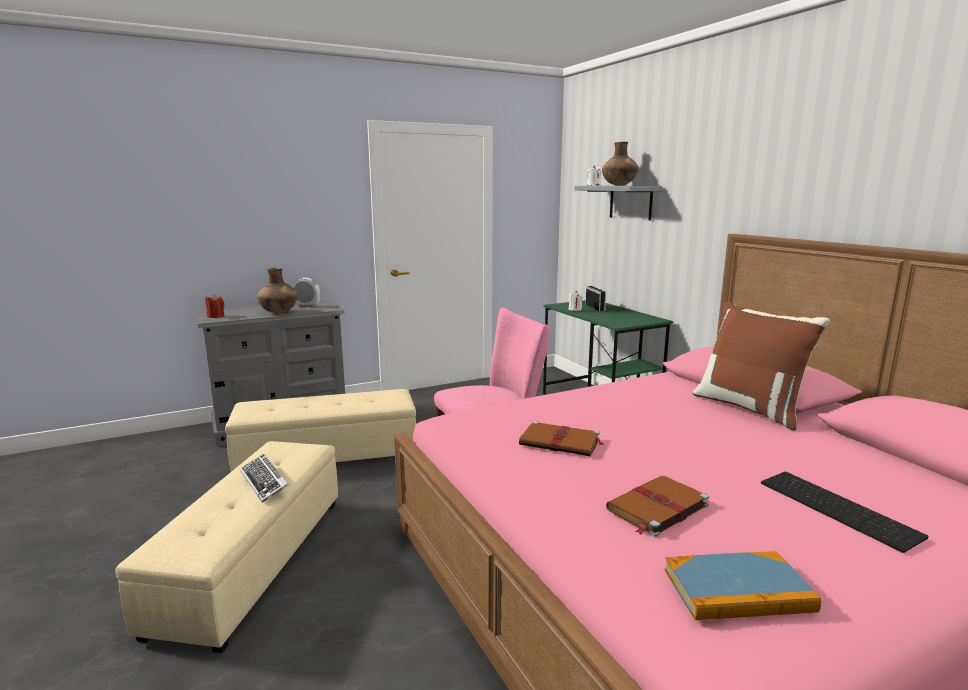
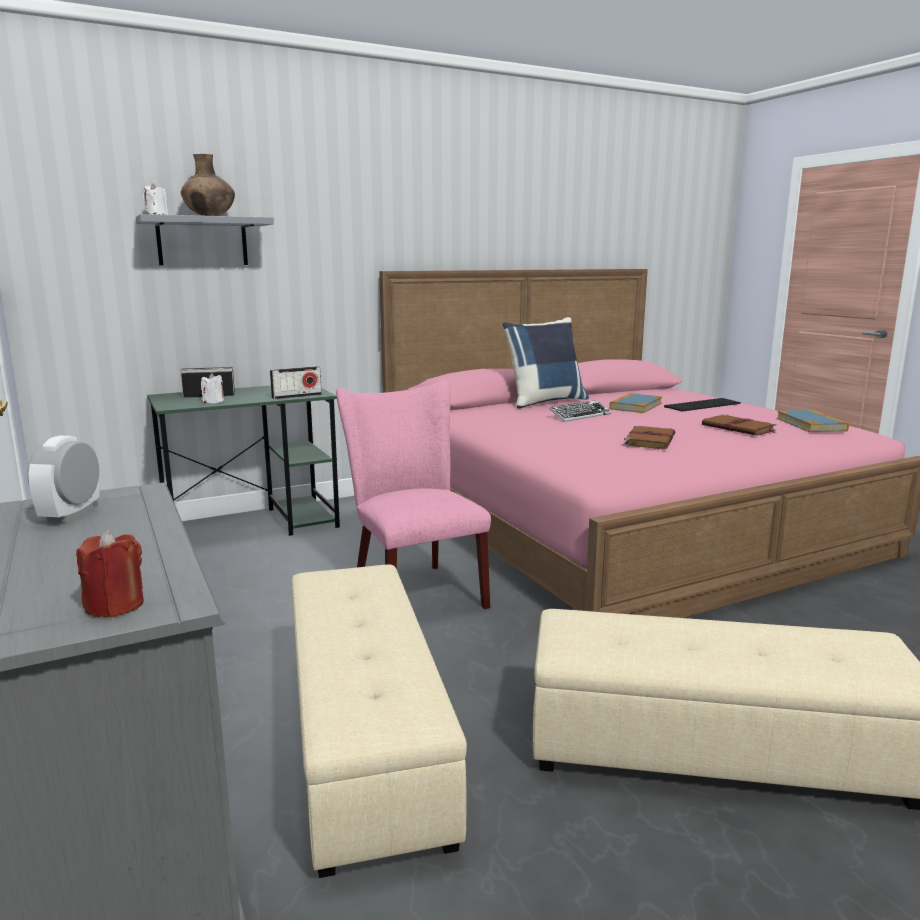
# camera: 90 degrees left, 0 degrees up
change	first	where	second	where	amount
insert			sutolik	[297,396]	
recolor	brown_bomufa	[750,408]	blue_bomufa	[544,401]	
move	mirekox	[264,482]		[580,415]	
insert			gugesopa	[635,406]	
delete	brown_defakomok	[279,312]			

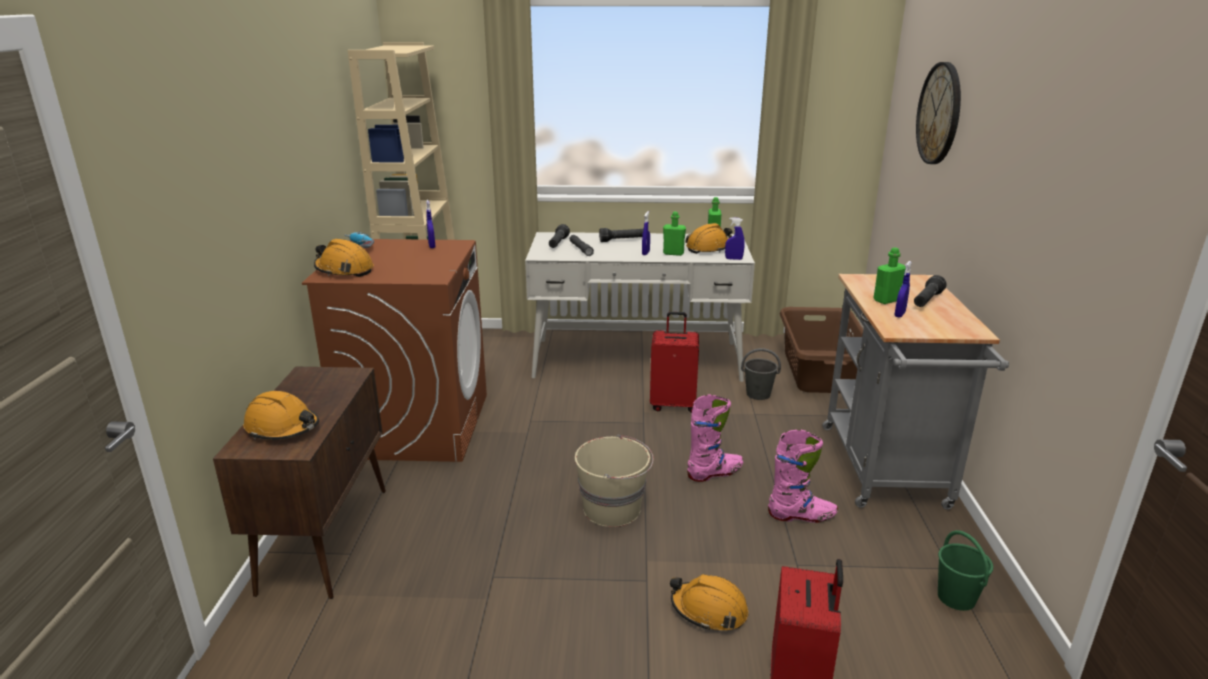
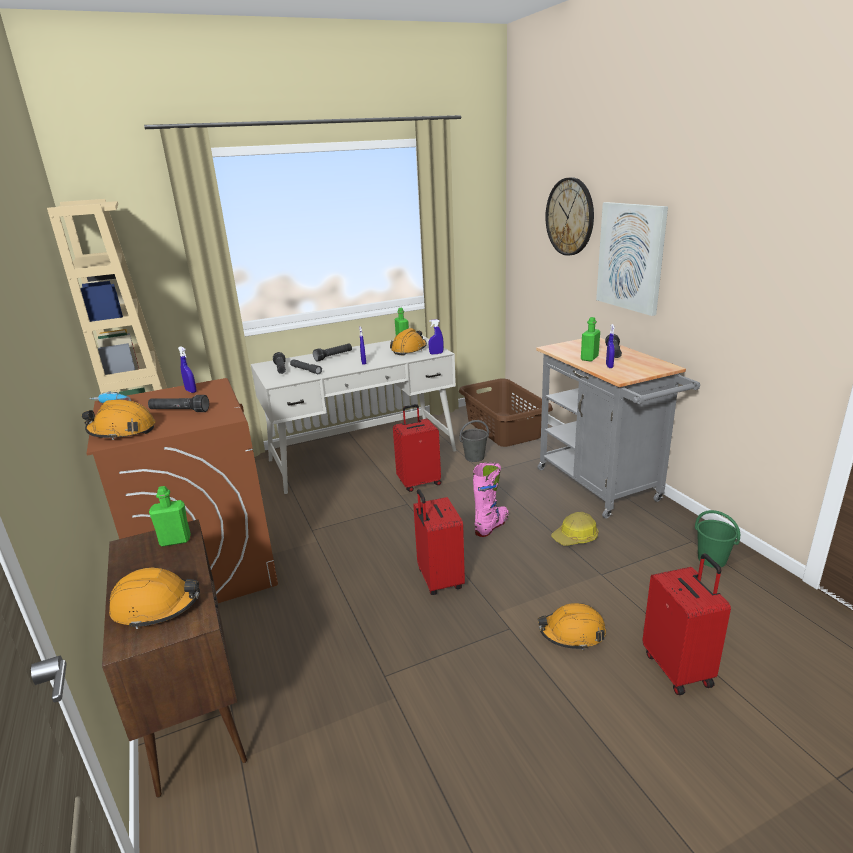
# camera: 25 degrees left, 0 degrees up
change	first	where	second	where	amount
insert			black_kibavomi	[179,411]	
move	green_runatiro	[673,253]		[175,540]	
replace	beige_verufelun	[613,509]	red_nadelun	[438,580]	
replace	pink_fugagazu	[801,516]	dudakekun	[575,537]	
insert			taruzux	[631,257]	

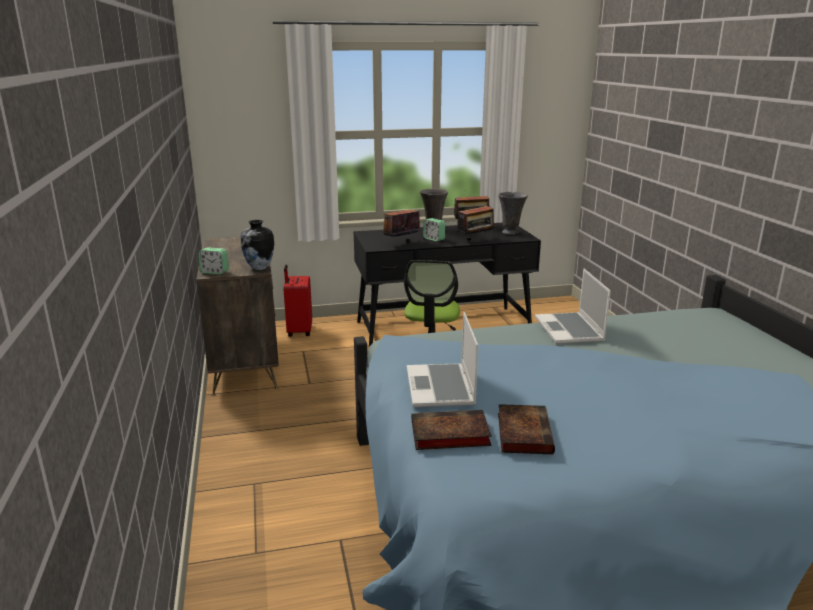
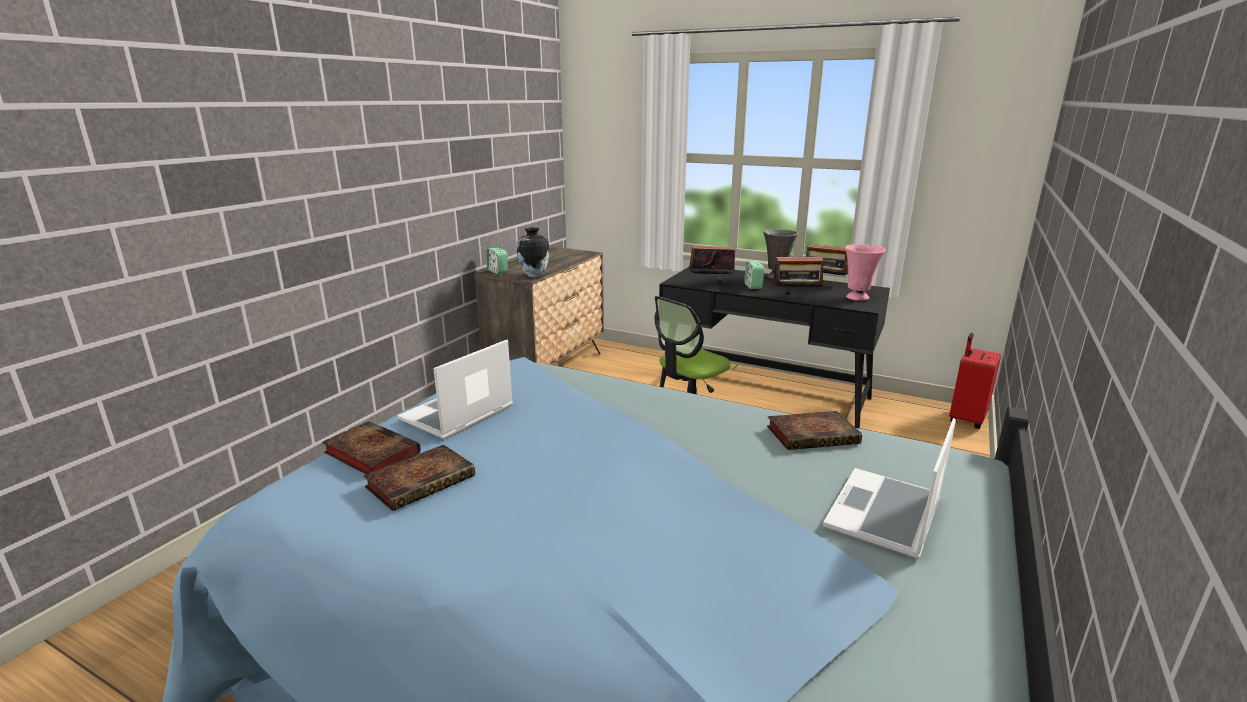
# camera: 40 degrees right, 0 degrees up
change	first	where	second	where	amount
insert			gugesopa	[814,435]	
move	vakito	[570,330]		[885,515]	
recolor	grey_defakomok	[510,232]	pink_defakomok	[858,298]	
move	red_nadelun	[299,331]		[966,419]	

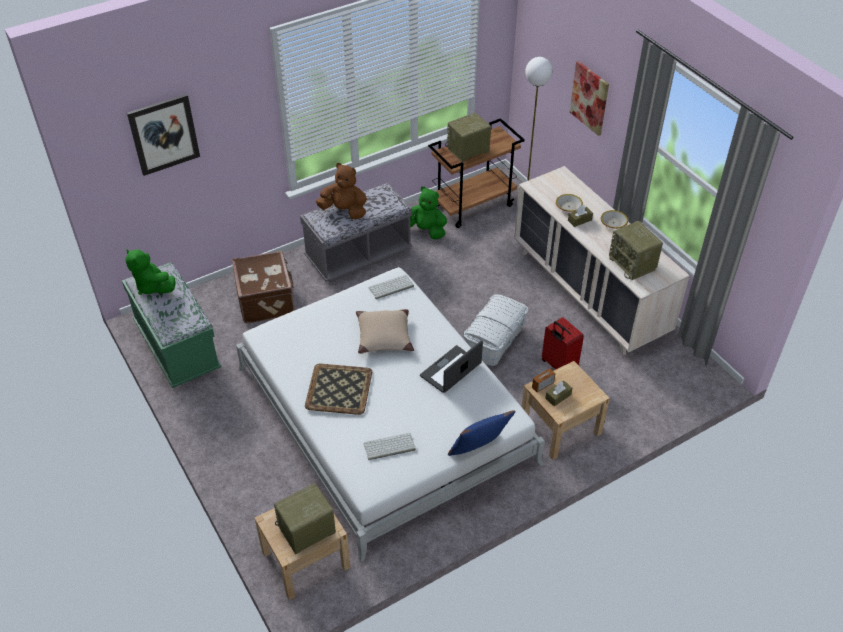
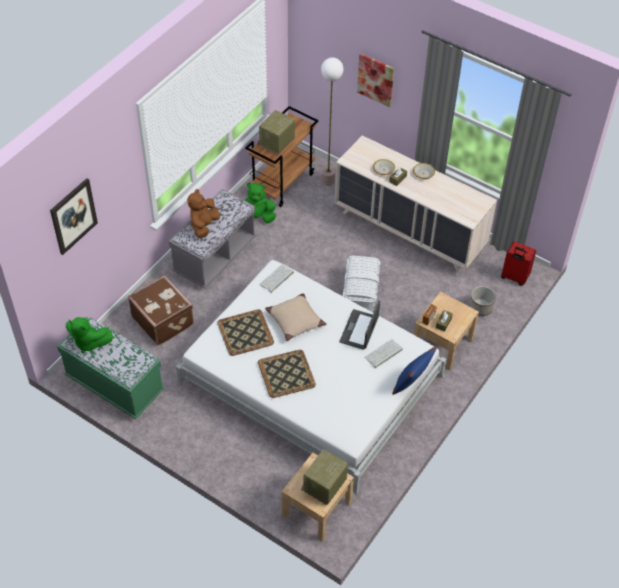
# camera: 25 degrees left, 5 degrees up
change	first	where	second	where	amount
rotate	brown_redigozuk	[344,210]		[204,225]	60 degrees counterclockwise
insert			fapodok	[245,332]	
move	mirekox	[389,447]		[383,354]	
insert			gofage	[480,307]	
move	red_nadelun	[558,365]		[514,277]	
delete	sutolik	[633,264]			

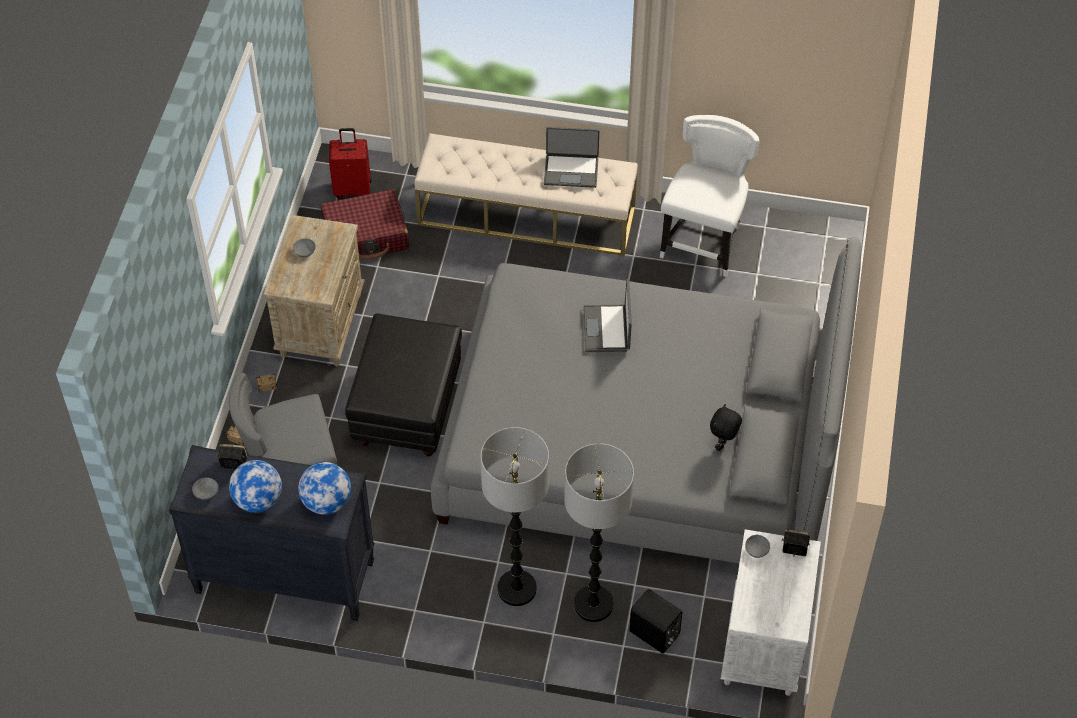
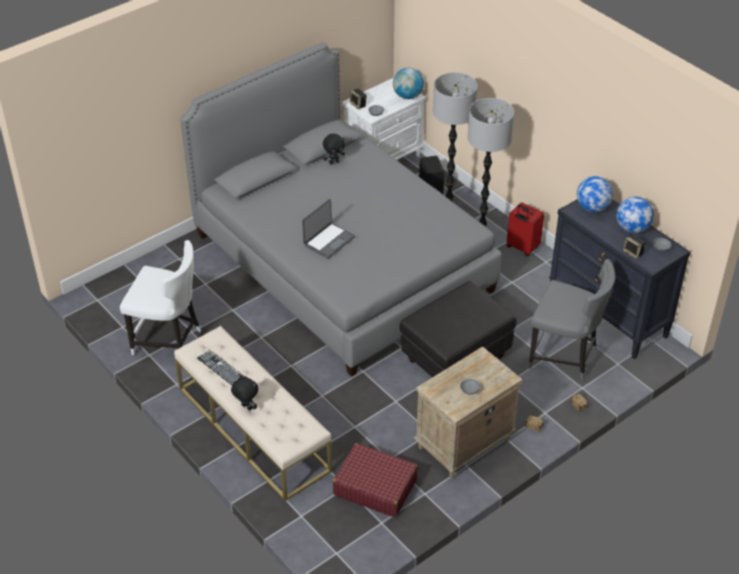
# camera: 140 degrees left, 10 degrees down
change	first	where	second	where	amount
rotate	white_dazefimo	[704,242]		[168,341]	135 degrees counterclockwise
replace	vakito	[571,170]	mirekox	[222,369]	
insert			black_redigozuk	[246,407]	
insert			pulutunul	[408,96]	
move	red_nadelun	[353,189]		[522,248]	

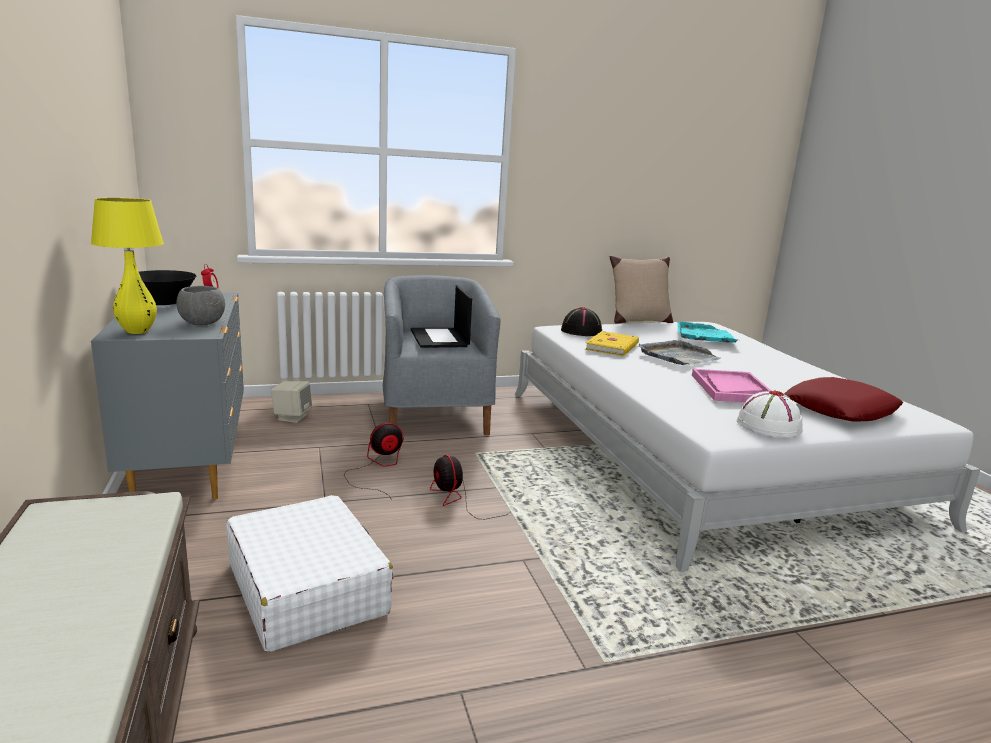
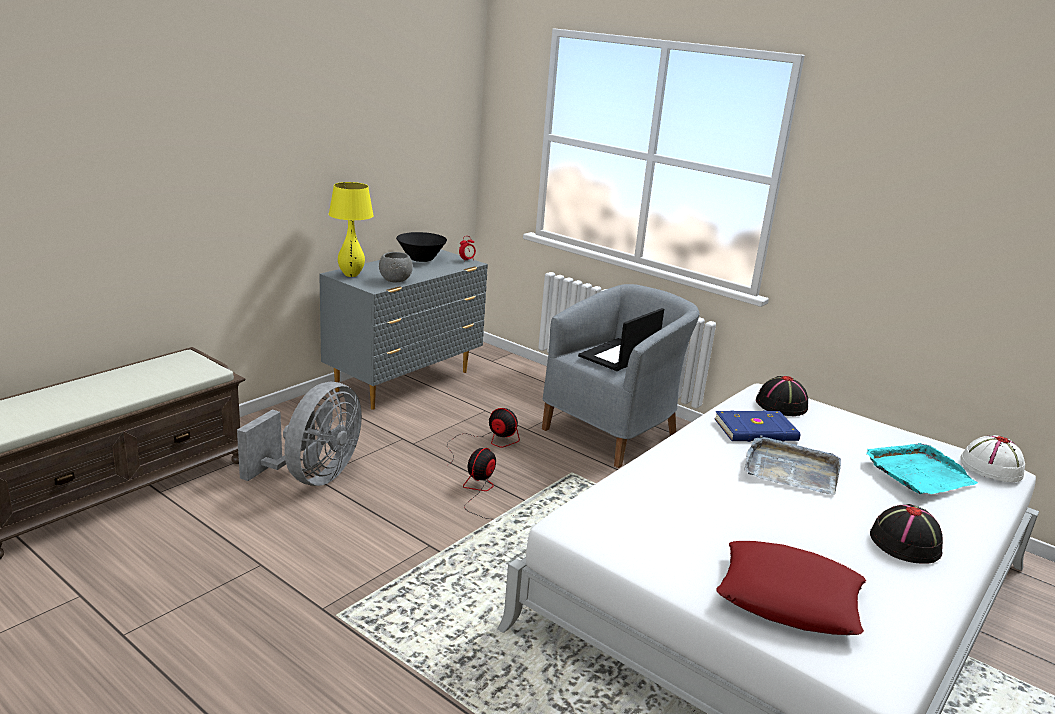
# camera: 55 degrees right, 5 degrees up
change	first	where	second	where	amount
replace	white_nadelun	[307,588]	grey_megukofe	[311,477]	
recolor	yellow_gugesopa	[613,347]	blue_gugesopa	[756,431]	
insert			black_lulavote	[905,542]	
move	white_lulavote	[768,426]		[990,468]	
delete	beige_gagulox	[292,417]			
delete	beige_bomufa	[638,321]			
delete	pink_fapodok	[731,389]			

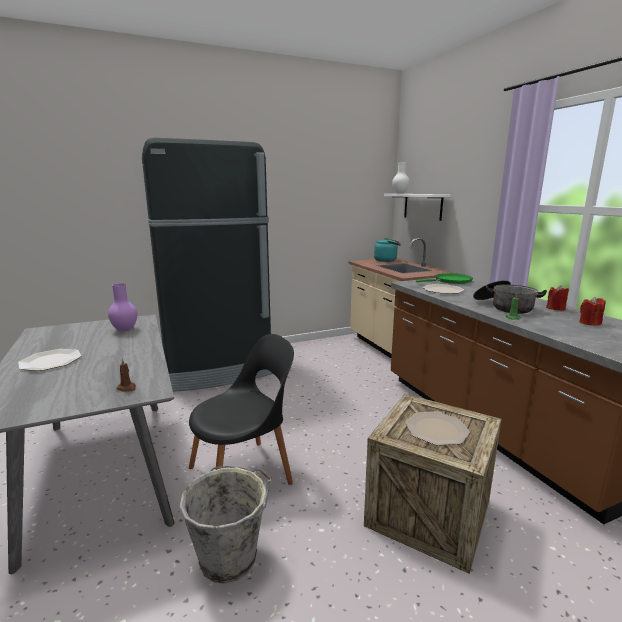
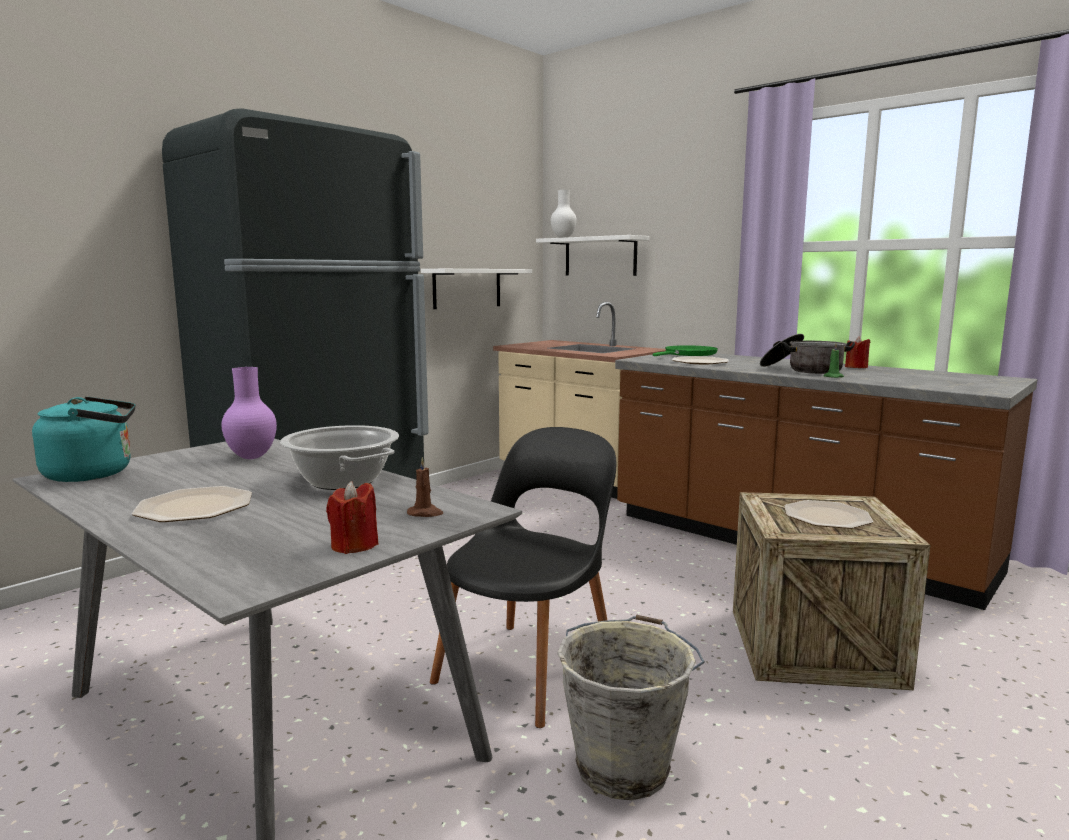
# camera: 25 degrees left, 5 degrees down
change	first	where	second	where	amount
move	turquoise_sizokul	[387,260]		[94,474]	
insert			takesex	[343,481]	
move	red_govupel	[589,323]		[354,545]	
insert			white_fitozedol	[467,288]	

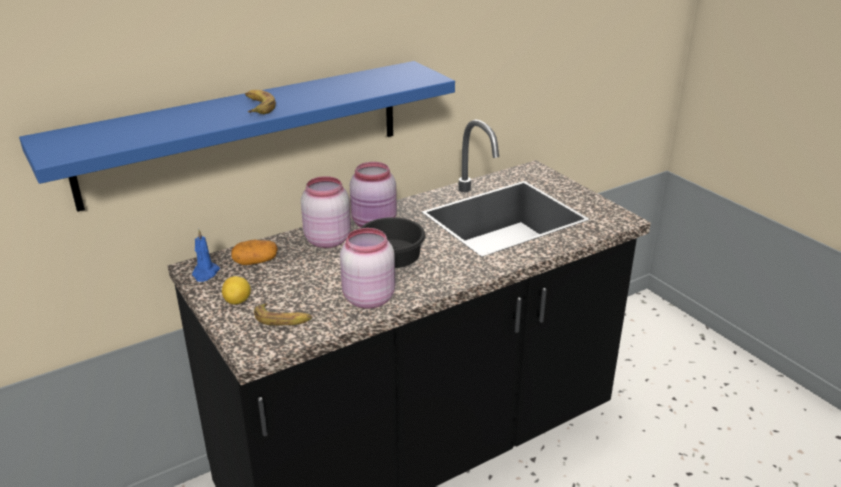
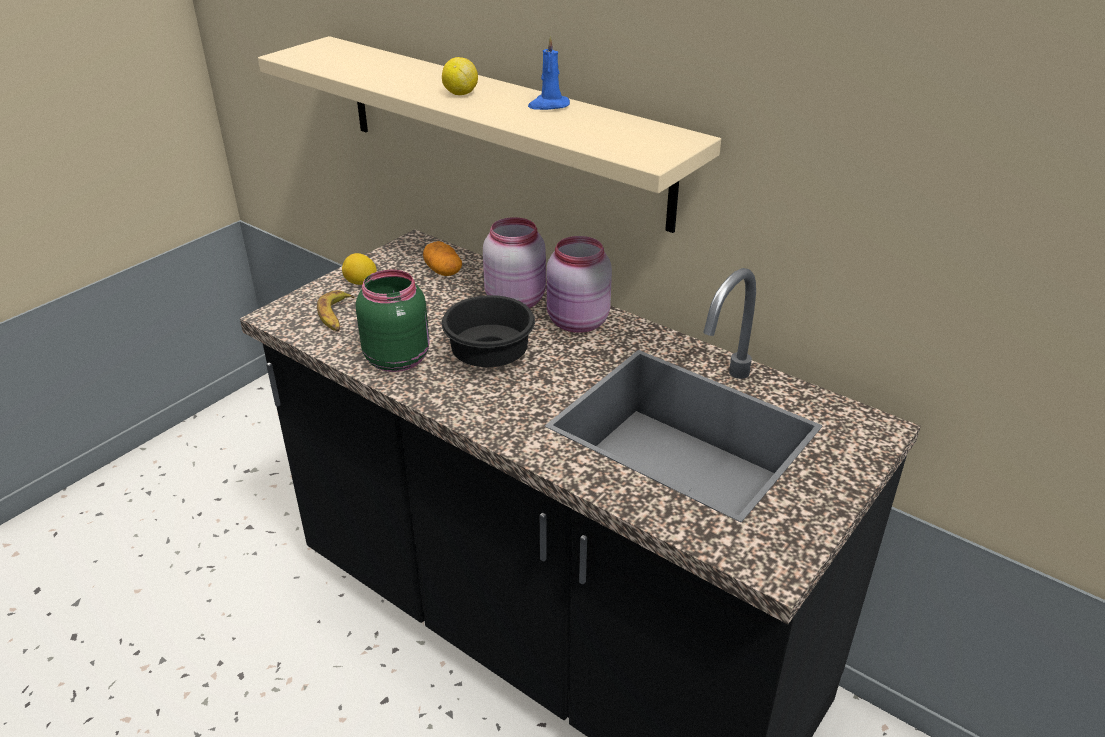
# camera: 70 degrees right, 5 degrees up
change	first	where	second	where	amount
recolor	blue_fitozedol	[245,132]	beige_fitozedol	[500,129]	
recolor	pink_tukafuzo	[367,298]	green_tukafuzo	[397,358]	
replace	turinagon	[257,106]	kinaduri	[460,93]	
move	blue_govupel	[205,273]		[548,105]	

